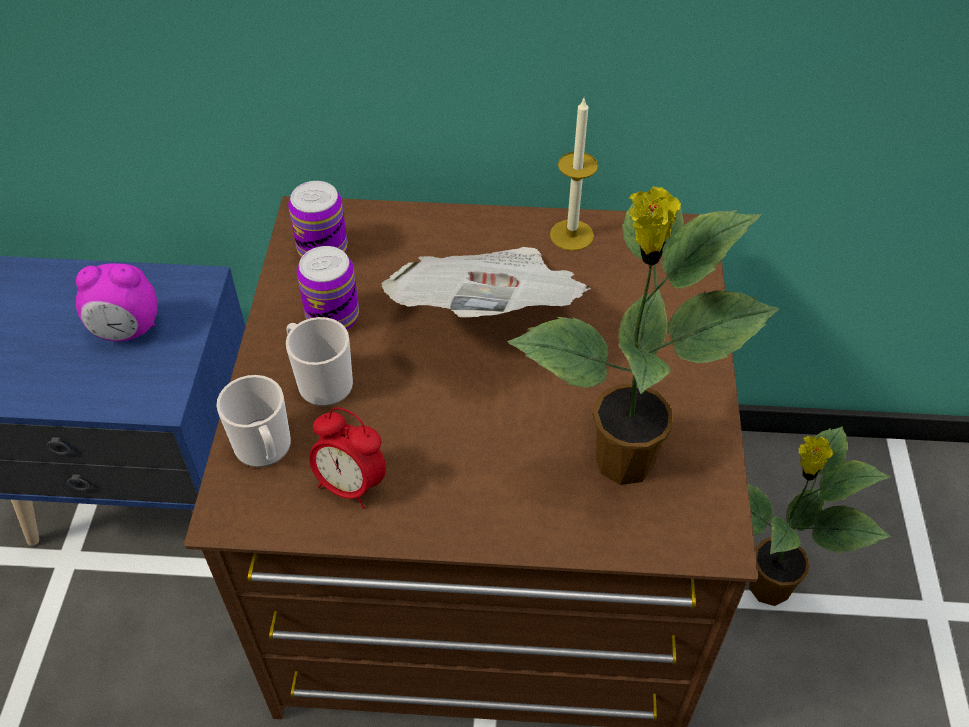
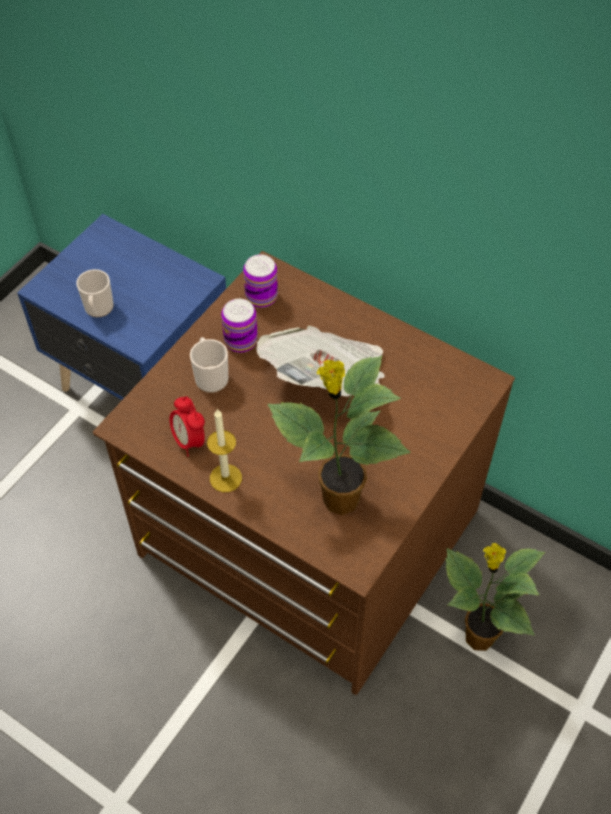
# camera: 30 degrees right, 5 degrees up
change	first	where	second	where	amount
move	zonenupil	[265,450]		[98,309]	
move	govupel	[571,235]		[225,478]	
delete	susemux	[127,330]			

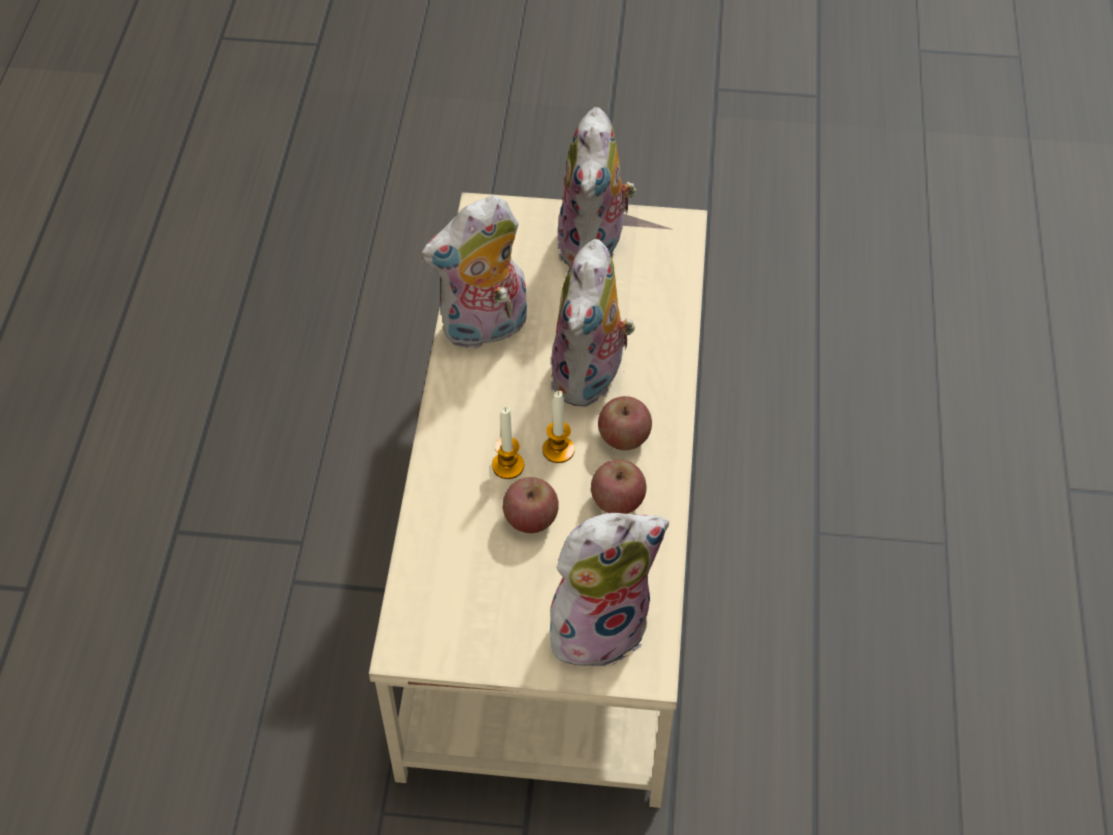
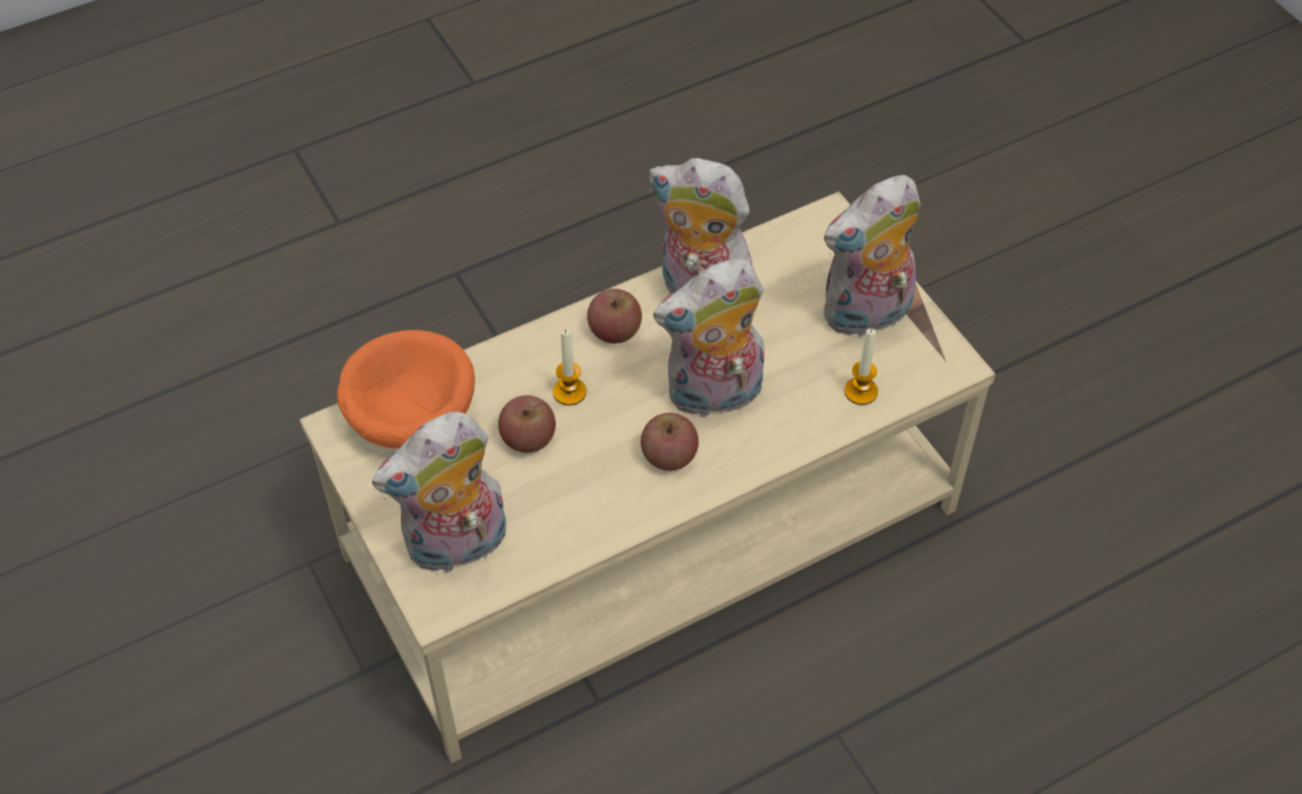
# camera: 55 degrees right, 0 degrees up
change	first	where	second	where	amount
insert			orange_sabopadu	[409,418]	
rotate	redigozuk	[599,625]		[457,547]	120 degrees clockwise
move	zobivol	[617,500]		[614,331]	
move	govupel	[558,450]		[861,391]	

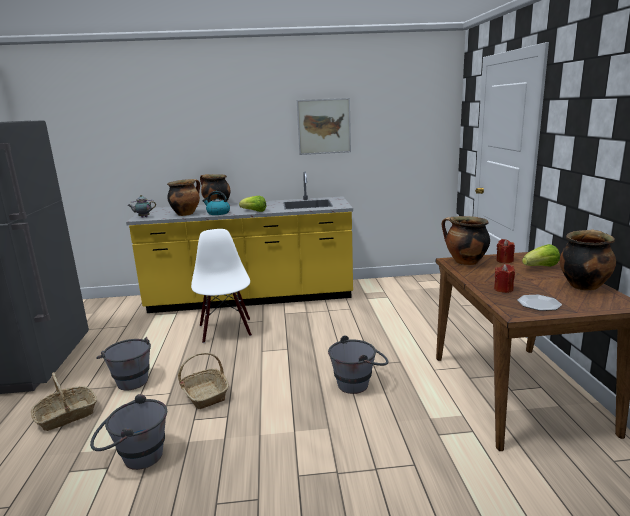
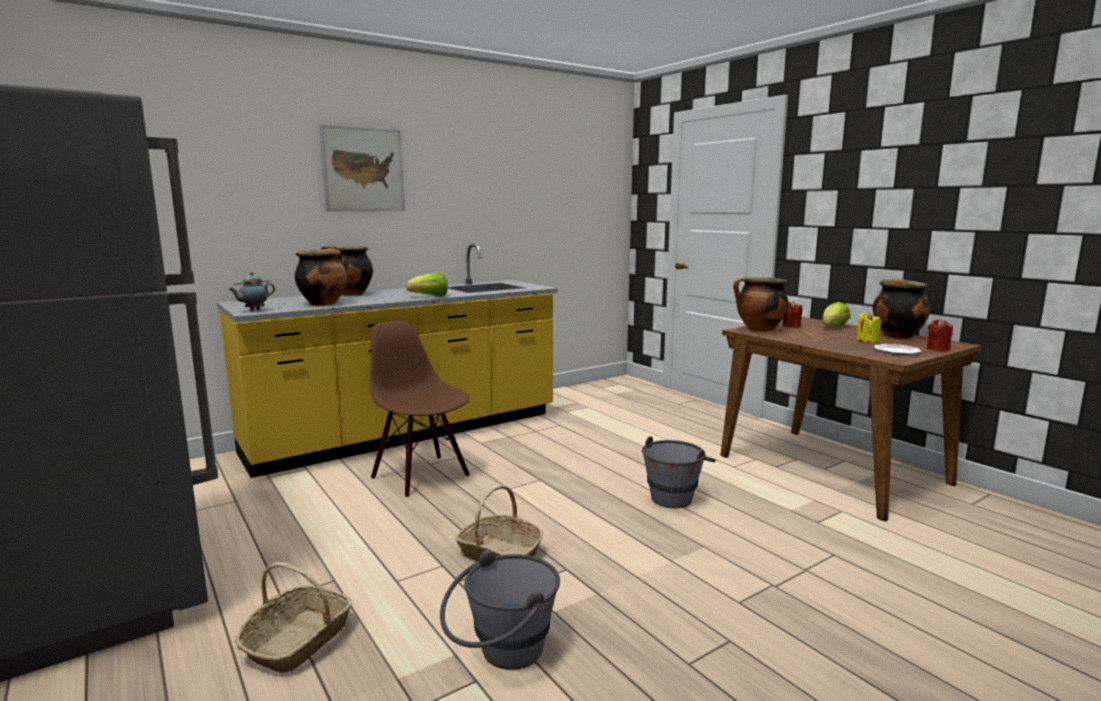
# camera: 30 degrees left, 5 degrees down
change	first	where	second	where	amount
move	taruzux	[324,126]		[363,169]	
recolor	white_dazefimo	[226,330]	brown_dazefimo	[421,476]	
insert			yellow_govupel	[867,340]	
move	red_govupel	[503,289]		[938,349]	
delete	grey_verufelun	[130,379]			
delete	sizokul	[218,213]			

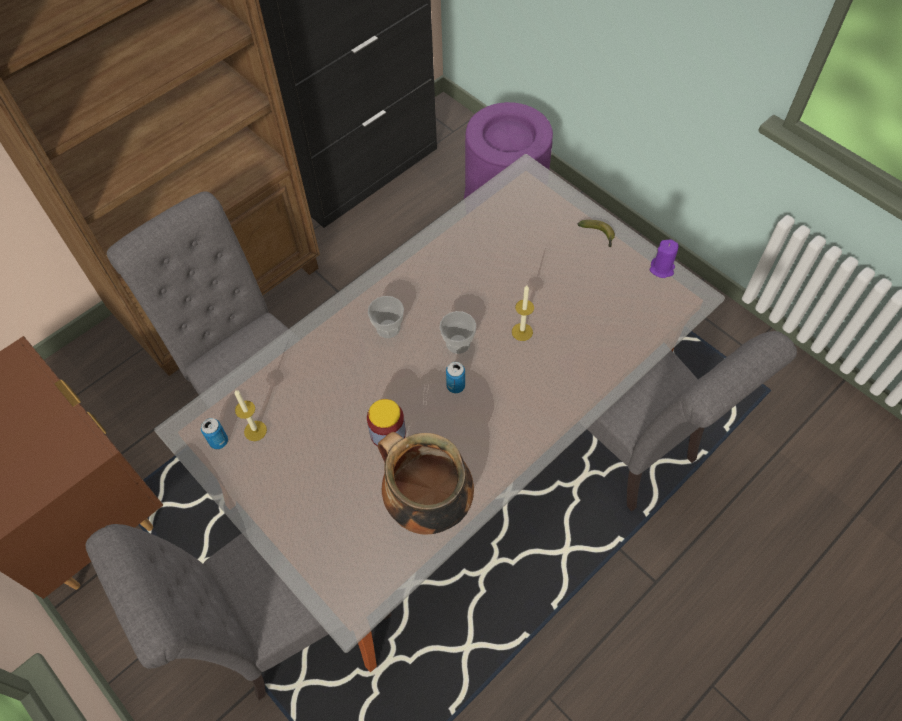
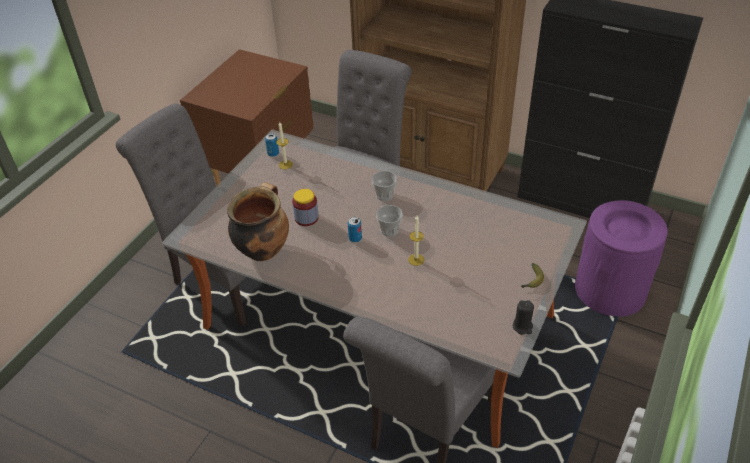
# camera: 70 degrees right, 15 degrees down
change	first	where	second	where	amount
recolor	purple_govupel	[662,269]	black_govupel	[522,326]	

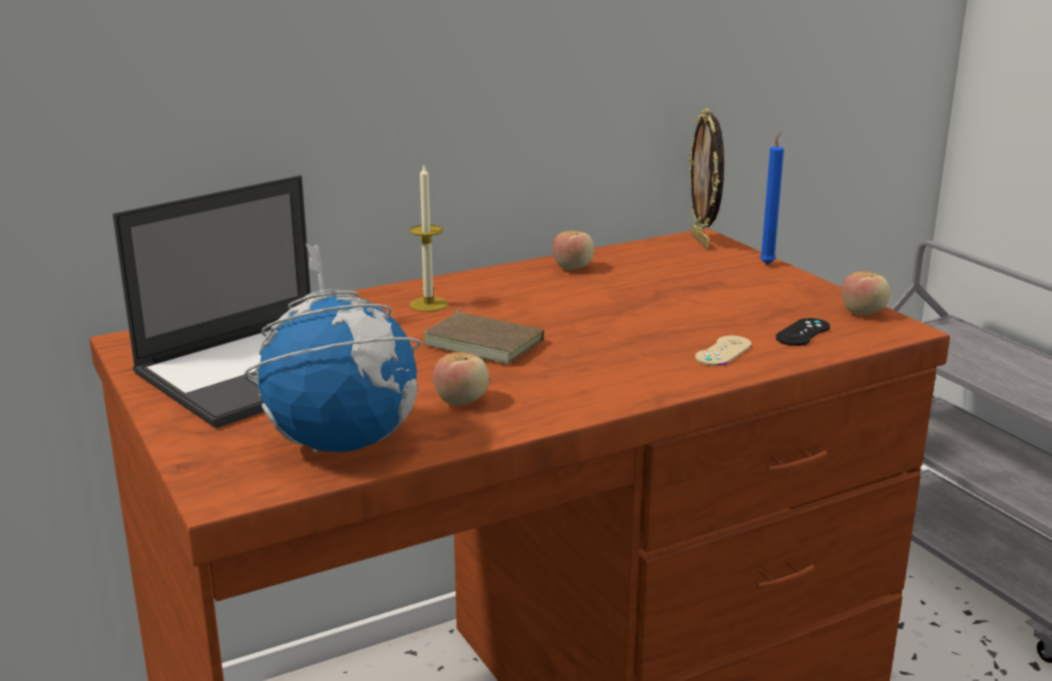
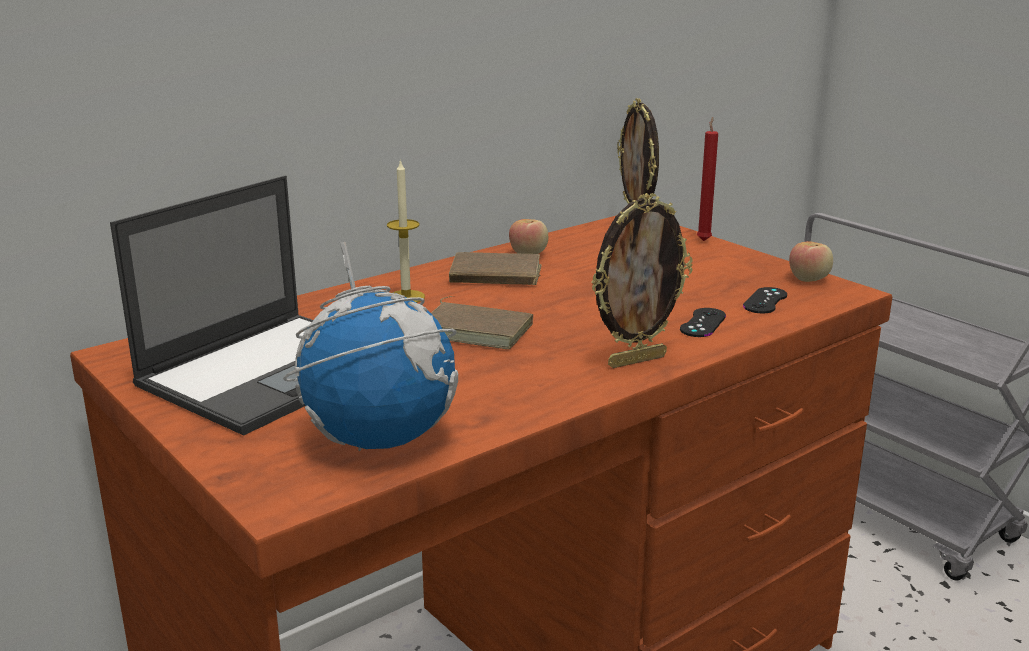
# camera: 10 degrees left, 0 degrees up
change	first	where	second	where	amount
insert			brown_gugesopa	[495,276]	
insert			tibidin	[636,360]	
recolor	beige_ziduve	[723,351]	black_ziduve	[703,323]	
recolor	blue_govupel	[767,263]	red_govupel	[704,240]	
delete	zobivol	[462,401]			

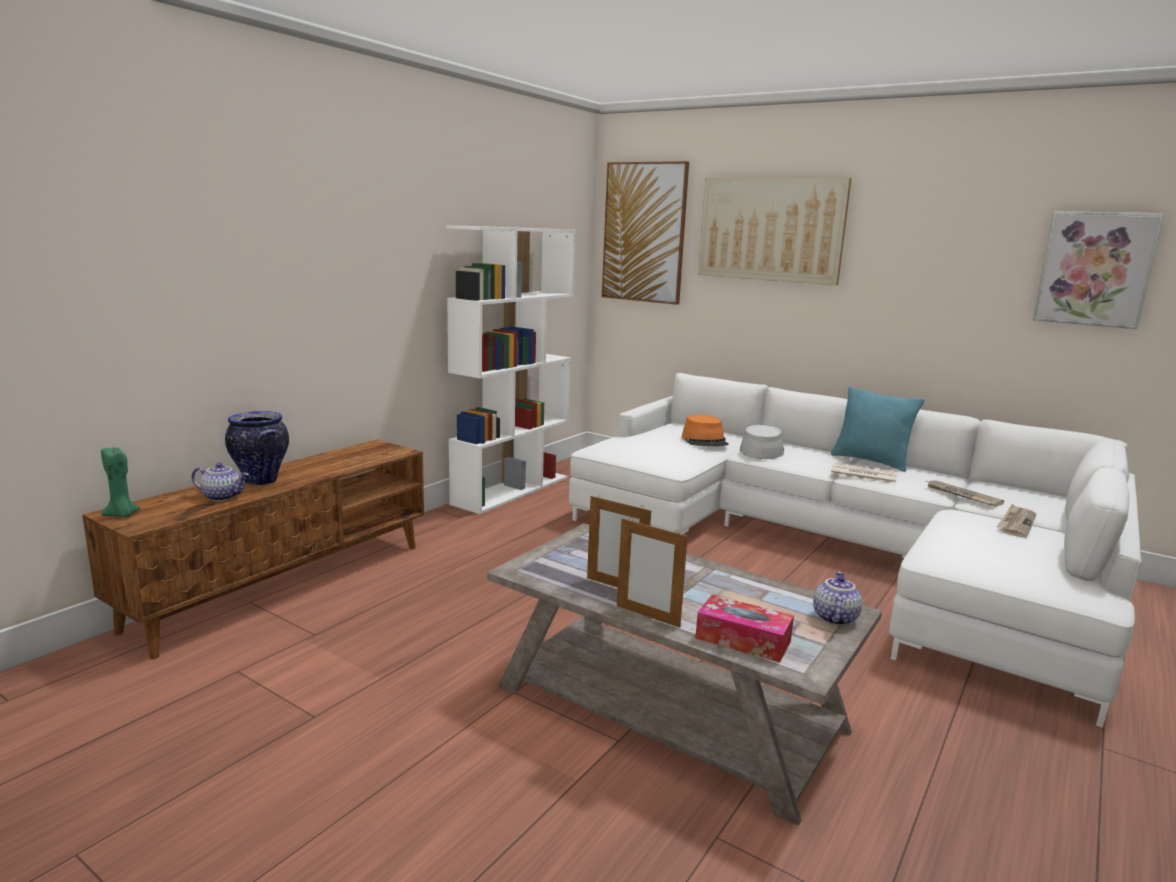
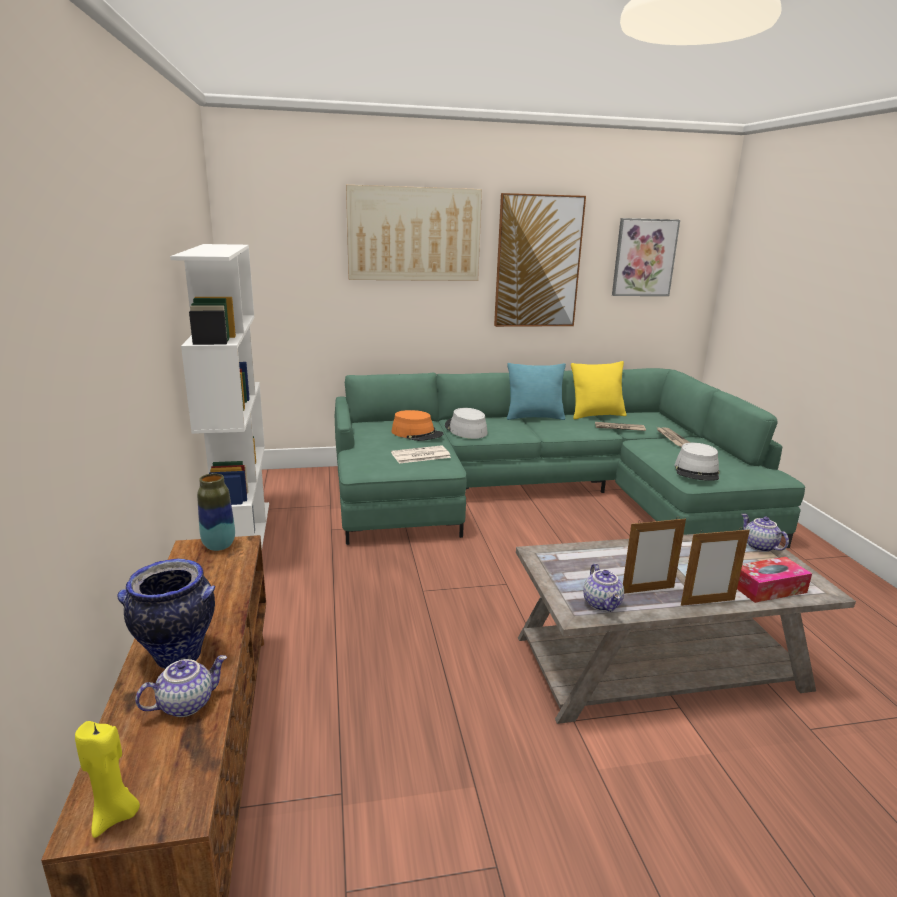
# camera: 45 degrees left, 5 degrees up
change	first	where	second	where	amount
recolor	green_govupel	[122,515]	yellow_govupel	[115,816]	
insert			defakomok	[219,546]	
recolor	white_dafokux	[841,553]	green_dafokux	[544,492]	
move	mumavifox	[862,474]		[420,455]	
move	taruzux	[644,233]		[538,262]	
insert			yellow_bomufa	[596,415]	
insert			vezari	[603,604]	
insert			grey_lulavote	[697,471]	

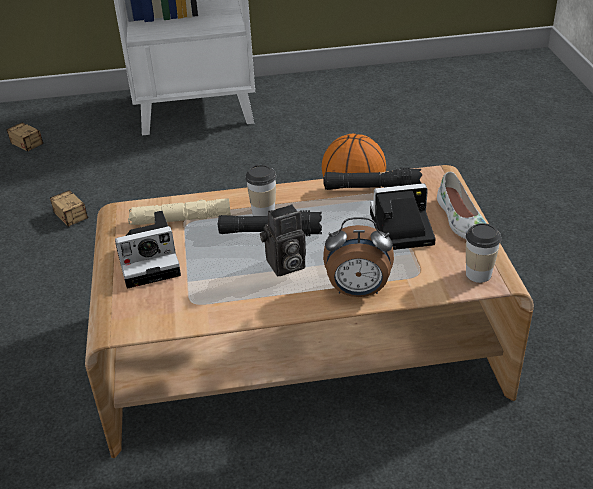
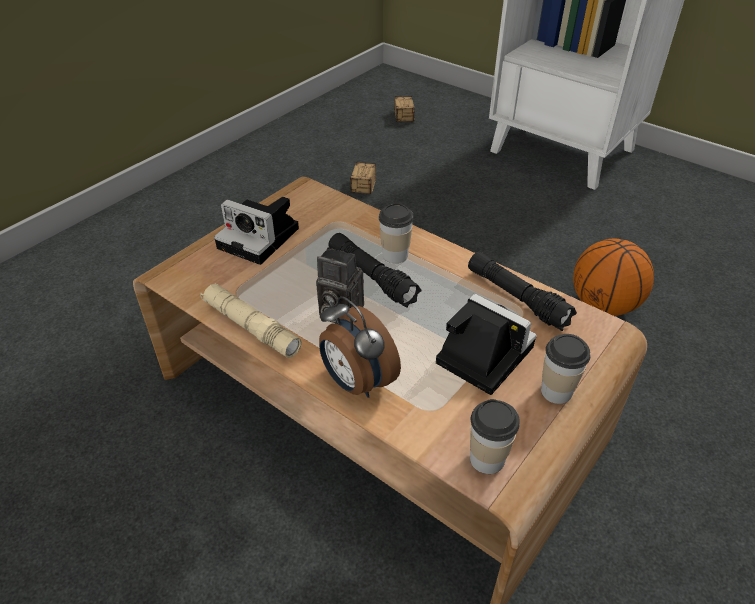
# camera: 45 degrees right, 5 degrees up
change	first	where	second	where	amount
move	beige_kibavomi	[180,219]		[250,326]	
replace	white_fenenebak	[460,220]	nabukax	[556,391]	

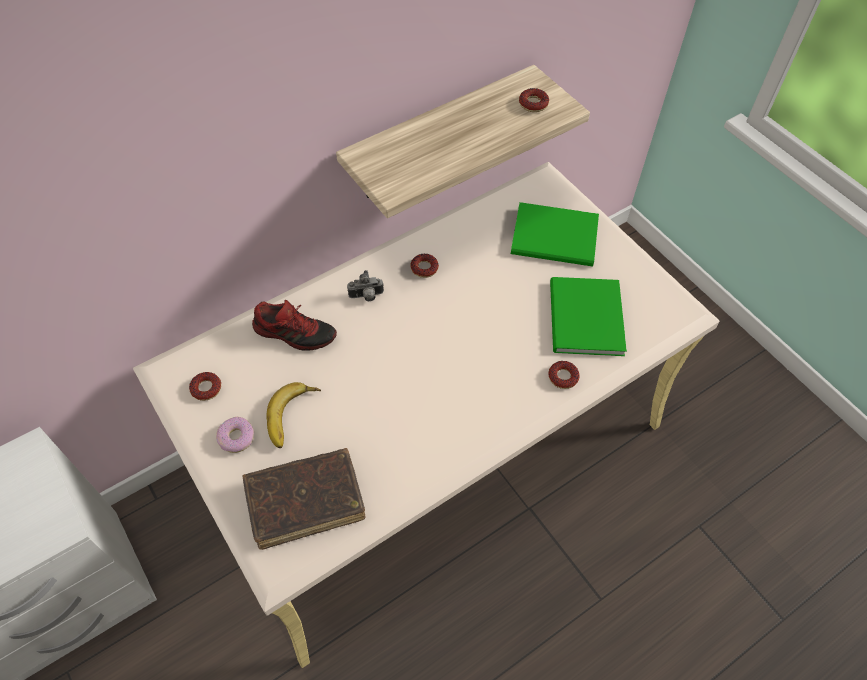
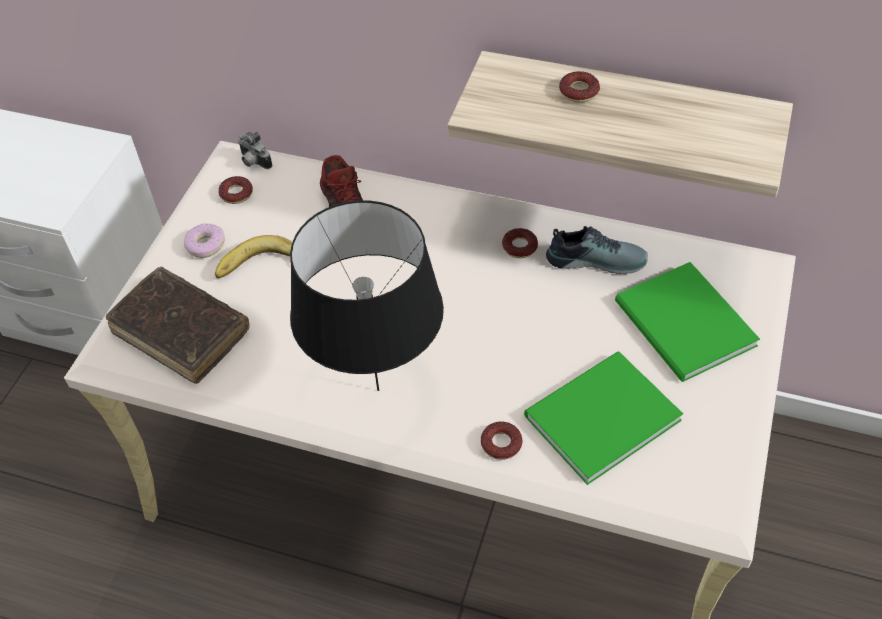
# camera: 55 degrees right, 5 degrees down
change	first	where	second	where	amount
move	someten	[366,296]		[253,162]	
insert			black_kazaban	[378,389]	
insert			fenenebak	[596,258]	
move	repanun	[533,104]		[579,91]	

